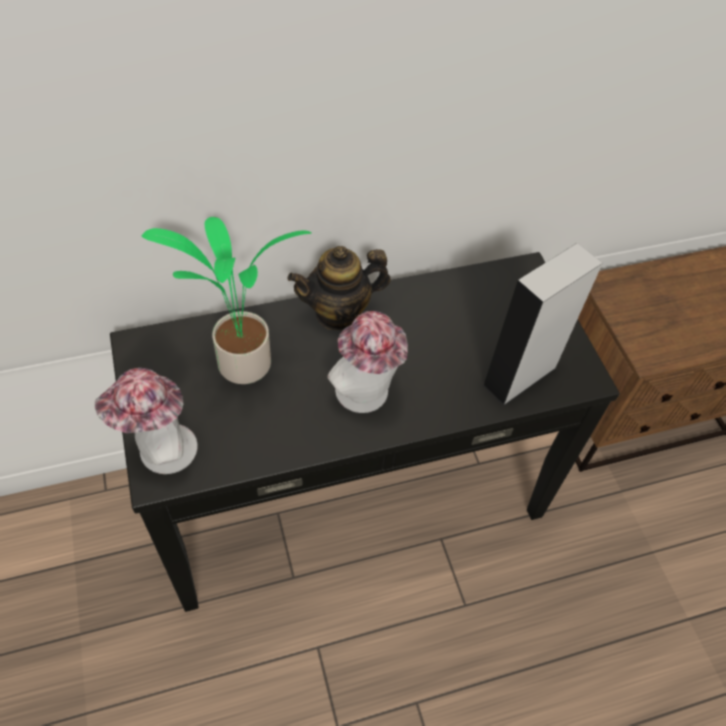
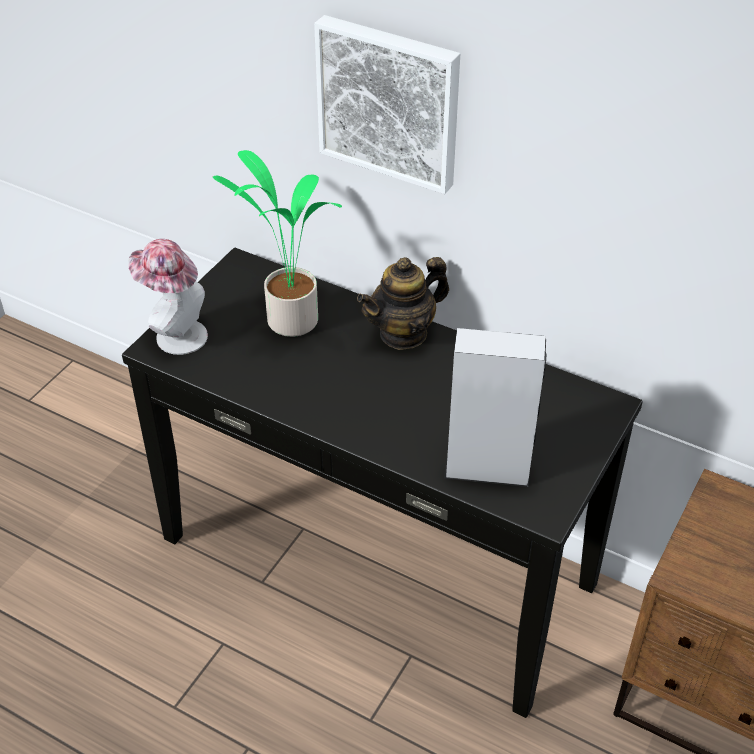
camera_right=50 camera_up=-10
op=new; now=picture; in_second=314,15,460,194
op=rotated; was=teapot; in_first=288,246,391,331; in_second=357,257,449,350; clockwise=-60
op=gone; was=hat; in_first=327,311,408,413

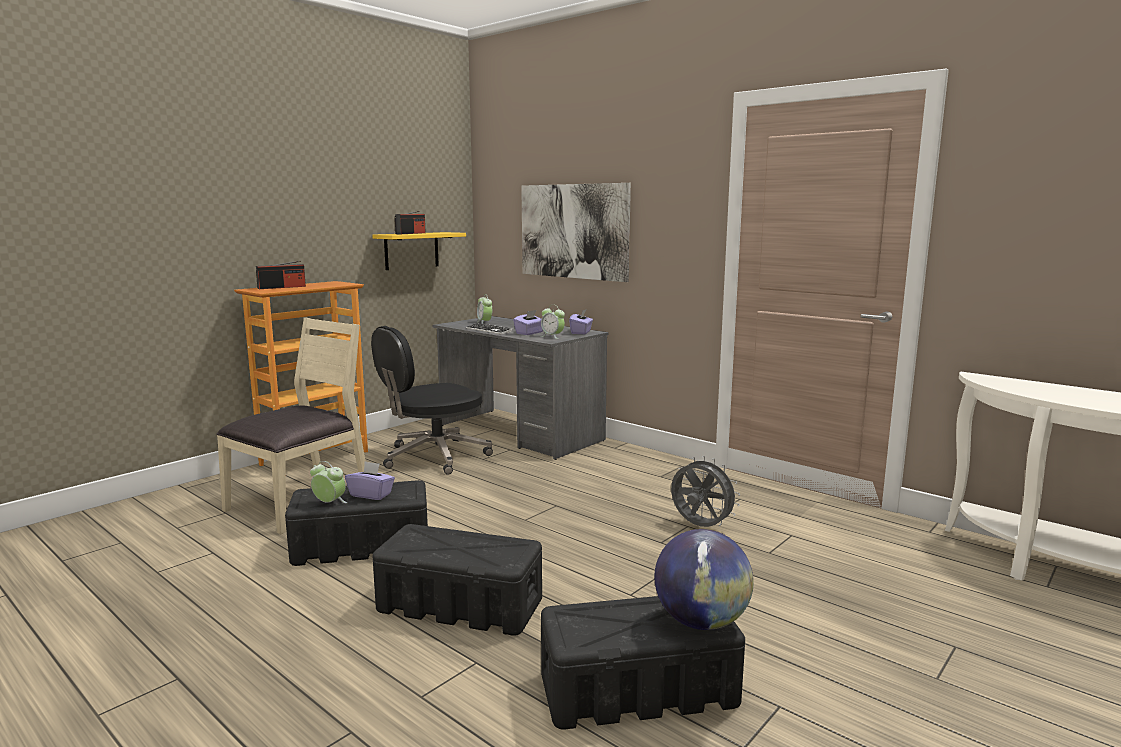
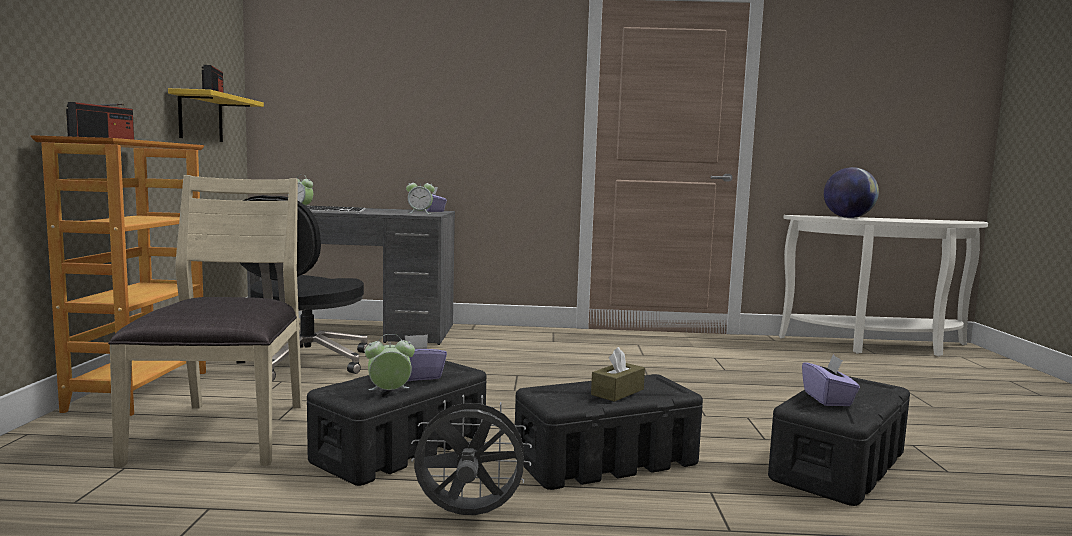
camera_right=-40 camera_up=-5
op=shifted; was=cooling fan in grey; in_first=671,456,740,527; in_second=411,394,532,515
op=new; now=tissue box in brown; in_second=591,347,645,402
op=shifted; was=tissue box in purple-coloured; in_first=513,310,543,335; in_second=802,355,860,406
op=shifted; was=desk globe; in_first=654,529,754,630; in_second=824,167,879,218
op=gone; was=picture; in_first=521,183,631,282

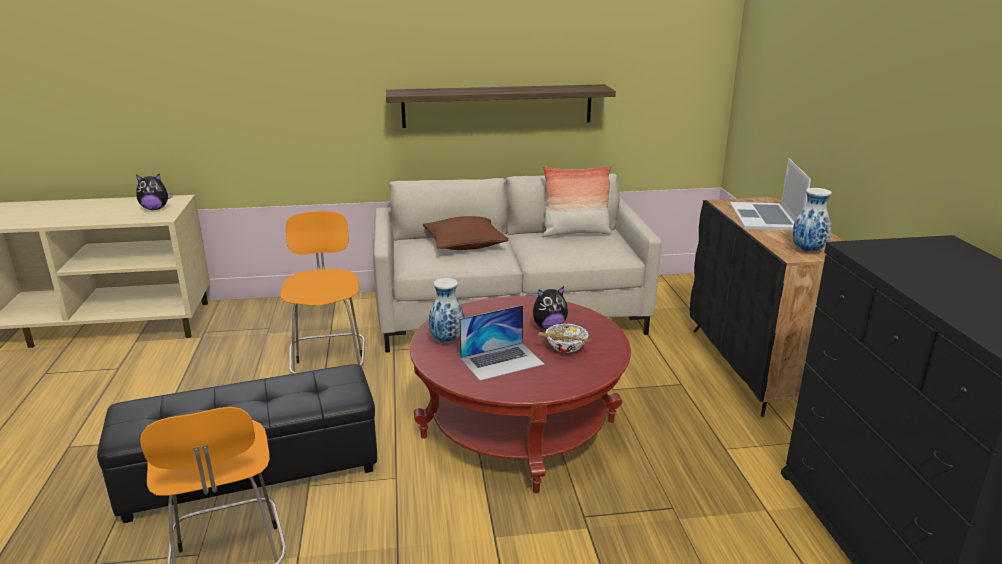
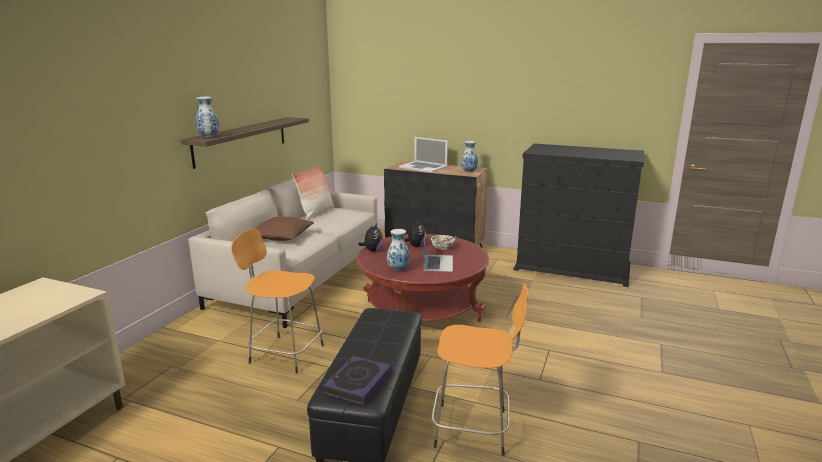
camera_right=-60 camera_up=-5
op=new; now=vase; in_second=196,97,219,137
op=new; now=volume; in_second=323,356,391,406
op=shifted; was=cuddly toy; in_first=136,174,172,210; in_second=358,223,383,252

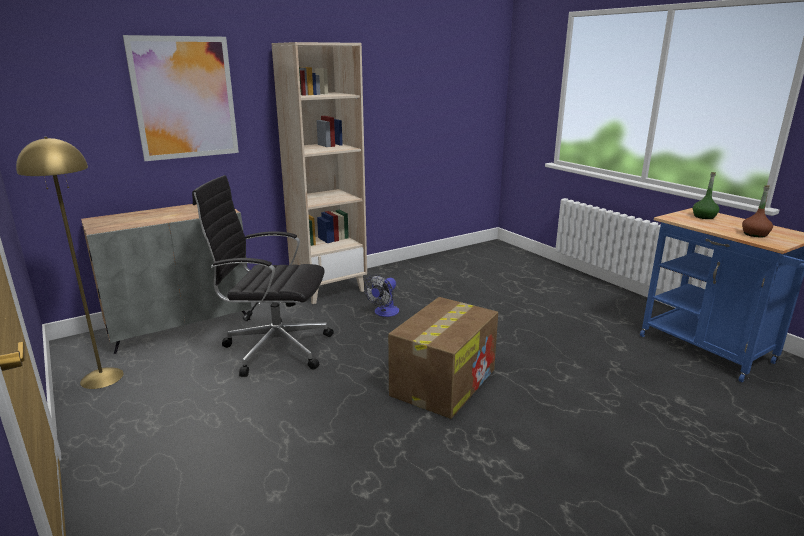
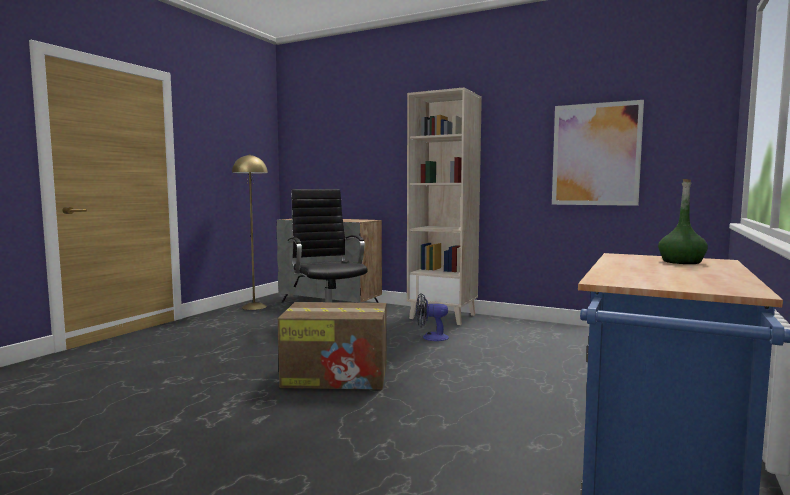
camera_right=60 camera_up=-15
op=shifted; was=picture; in_first=123,35,239,161; in_second=552,100,644,206
op=gone; was=bottle in brown; in_first=742,185,773,237

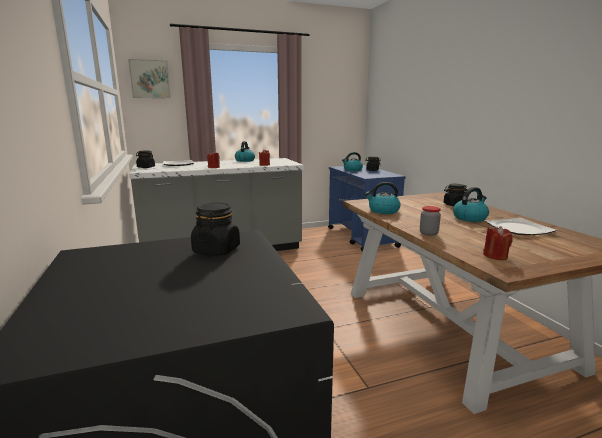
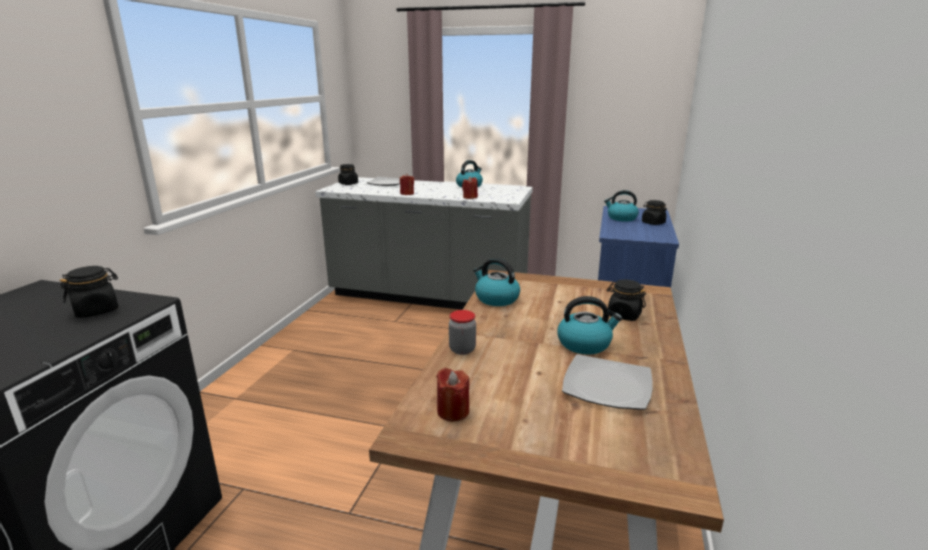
camera_right=35 camera_up=5
op=gone; was=picture; in_first=128,59,171,98

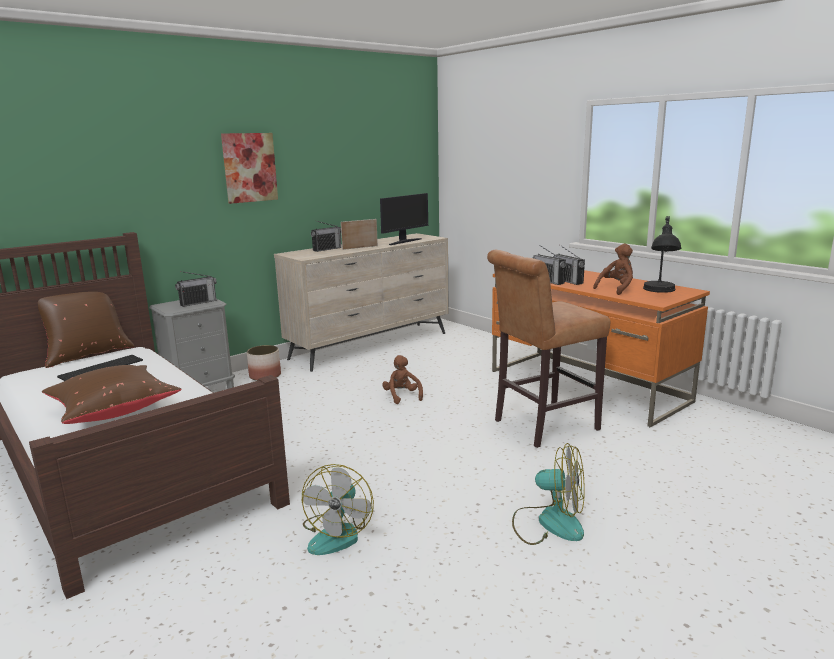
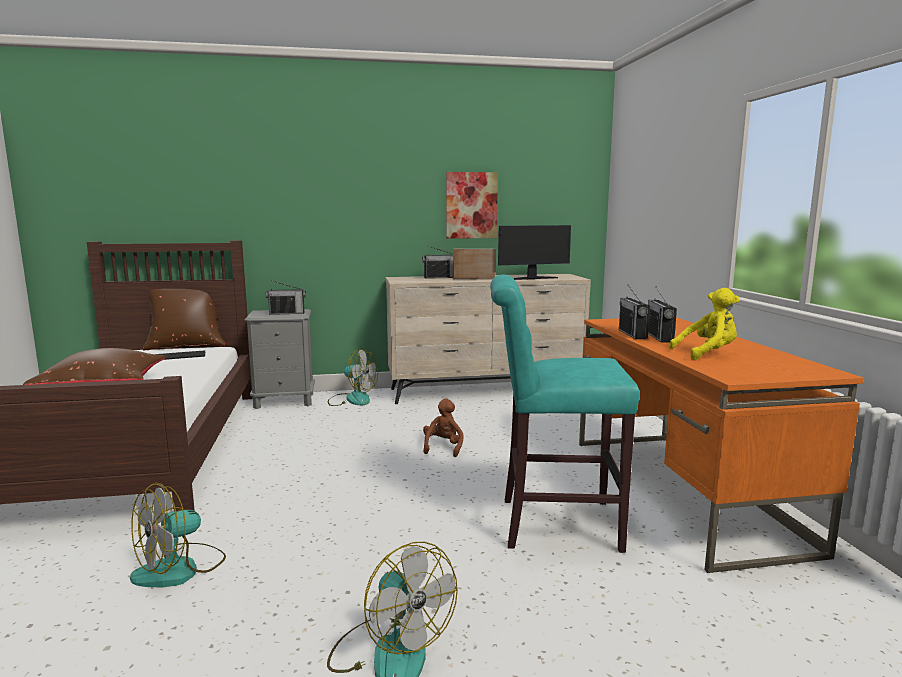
camera_right=30 camera_up=-5
op=swapped; was=planter; now=cooling fan; in_first=247,345,281,381; in_second=328,348,378,406
op=shifted; was=picture; in_first=221,133,278,204; in_second=446,172,498,239
op=repainted; was=sitting stool in brown; now=sitting stool in turquoise; in_first=487,250,611,448; in_second=490,275,640,553
op=repainted; was=cuddly toy in brown; now=cuddly toy in yellow; in_first=593,244,633,295; in_second=669,288,740,361
op=gone; was=tabletop lamp in blackish; in_first=643,216,681,293

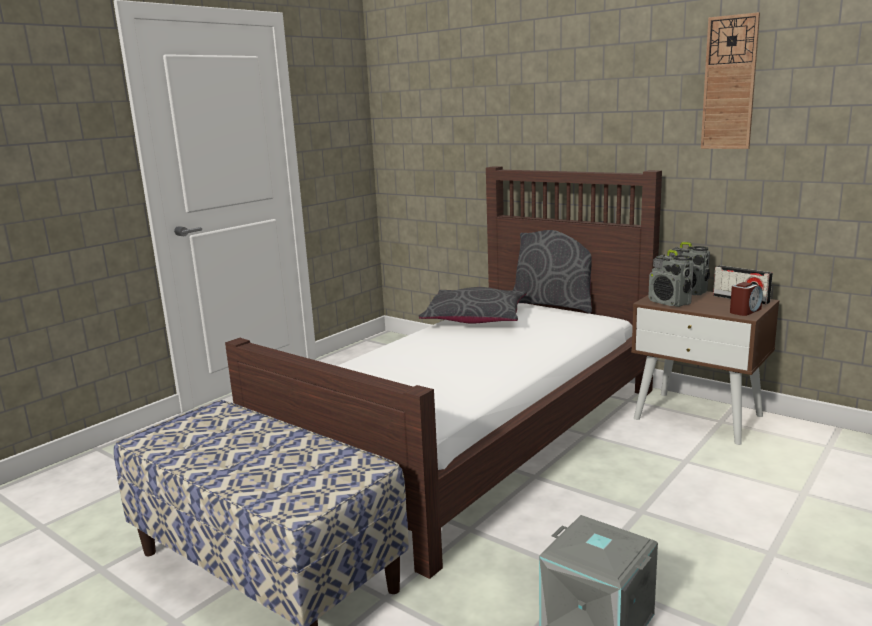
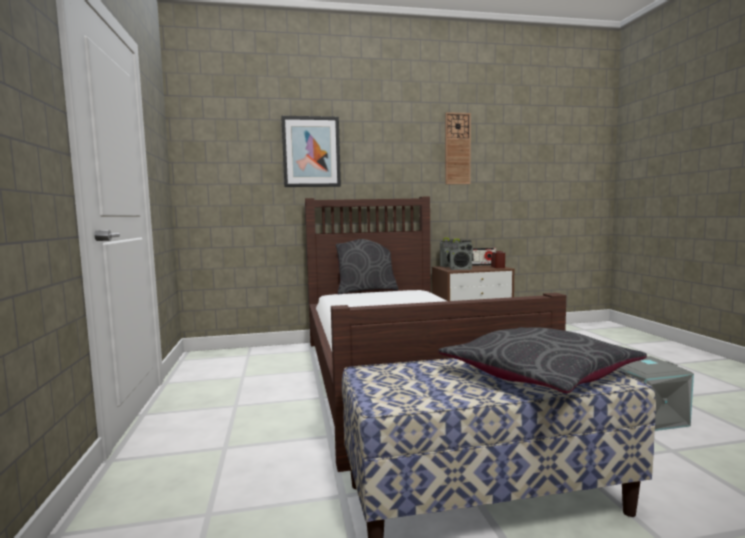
camera_right=-50 camera_up=-10
op=new; now=picture; in_second=281,116,341,187
op=shifted; was=cushion in grey; in_first=419,287,527,323; in_second=438,327,647,393

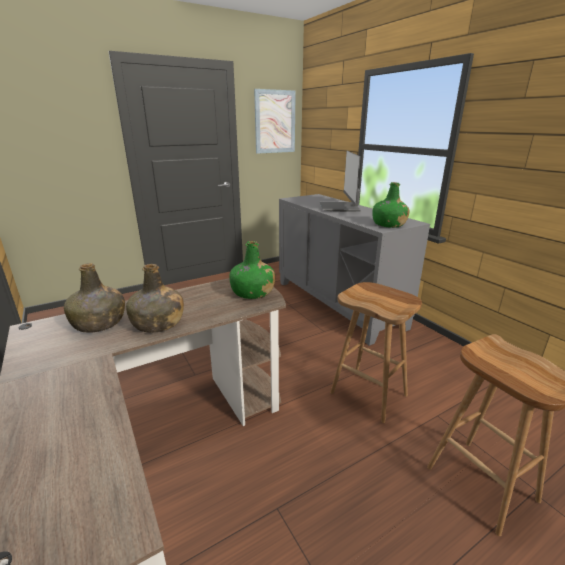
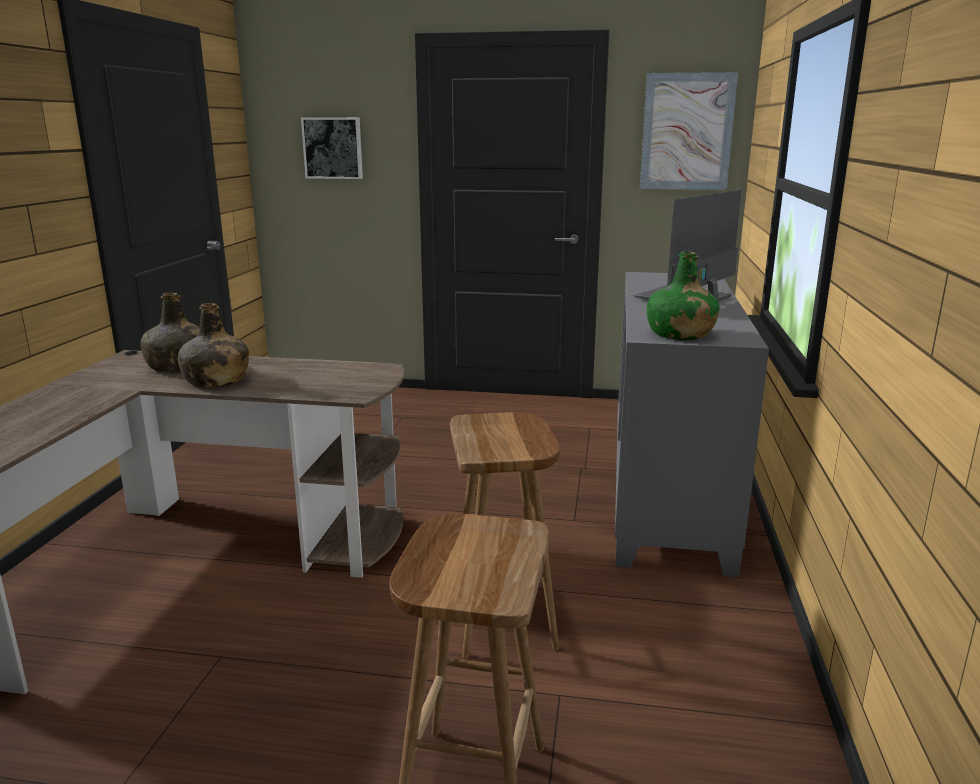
camera_right=40 camera_up=-5
op=new; now=picture; in_second=301,117,363,179
op=gone; was=bottle in green; in_first=229,241,275,299

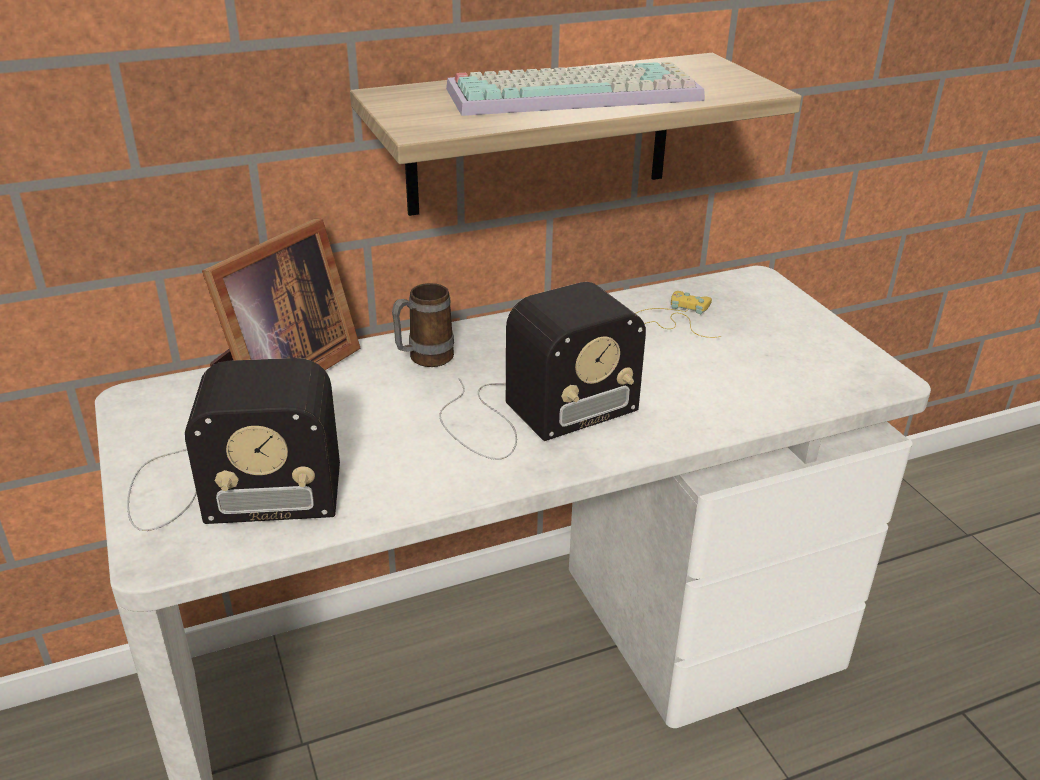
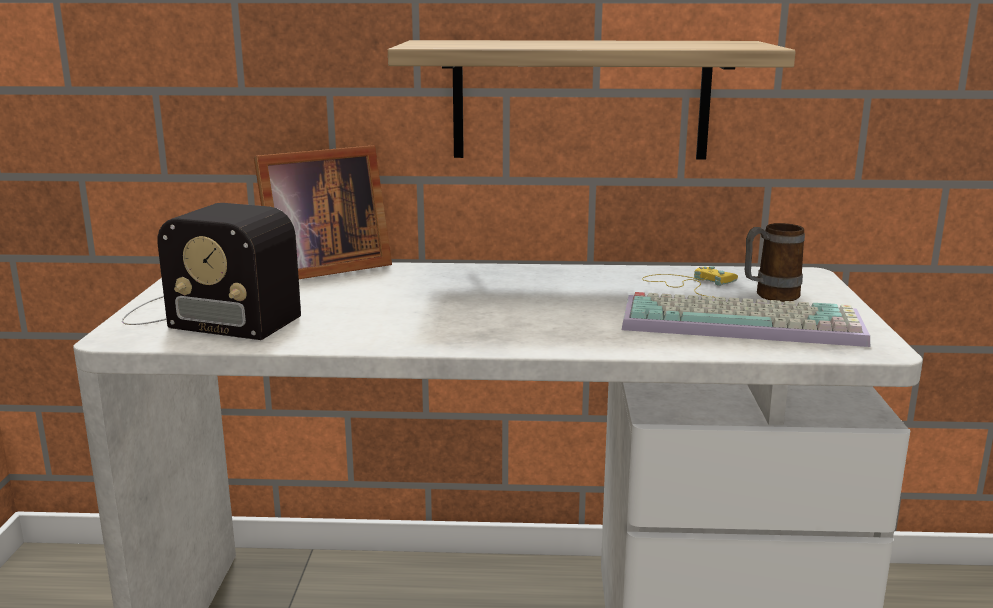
camera_right=25 camera_up=-15
op=shifted; was=keyboard; in_first=446,62,705,116; in_second=622,292,870,347
op=shifted; was=tea mug; in_first=392,283,454,367; in_second=745,223,805,302
op=gone; was=radio set; in_first=439,282,646,460

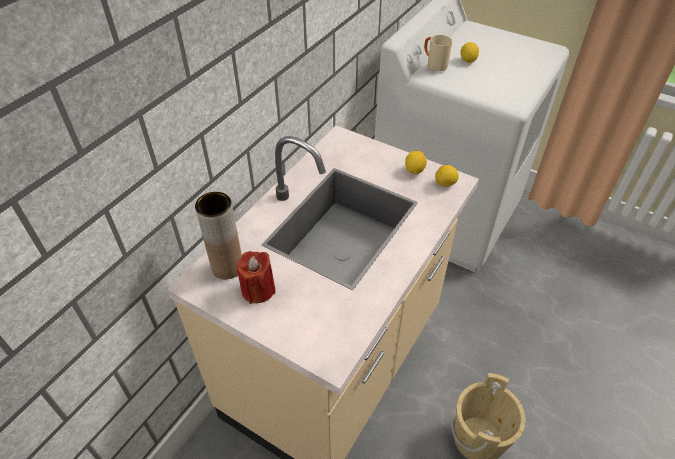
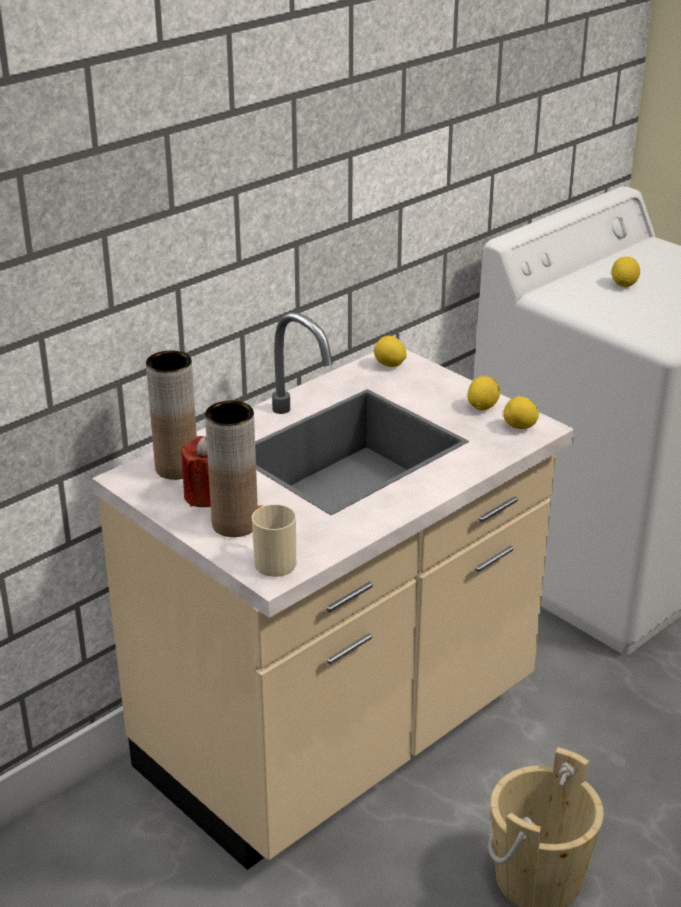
camera_right=15 camera_up=-15
op=new; now=vase in brown; in_second=205,401,258,537
op=shifted; was=tea mug in beige-coloured; in_first=424,35,452,71; in_second=252,504,296,577
op=new; now=lemon; in_second=374,336,407,367

